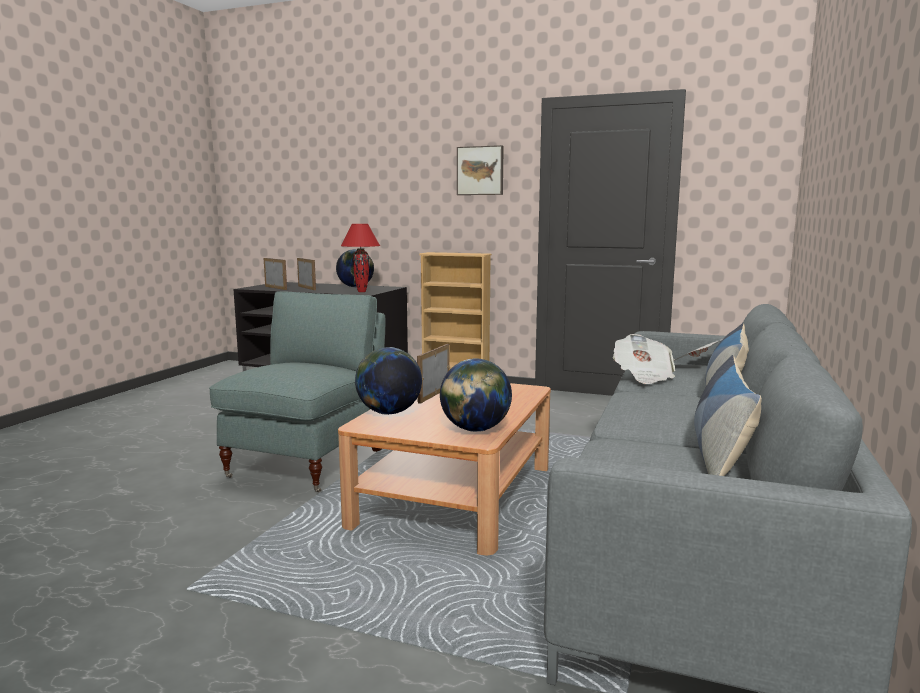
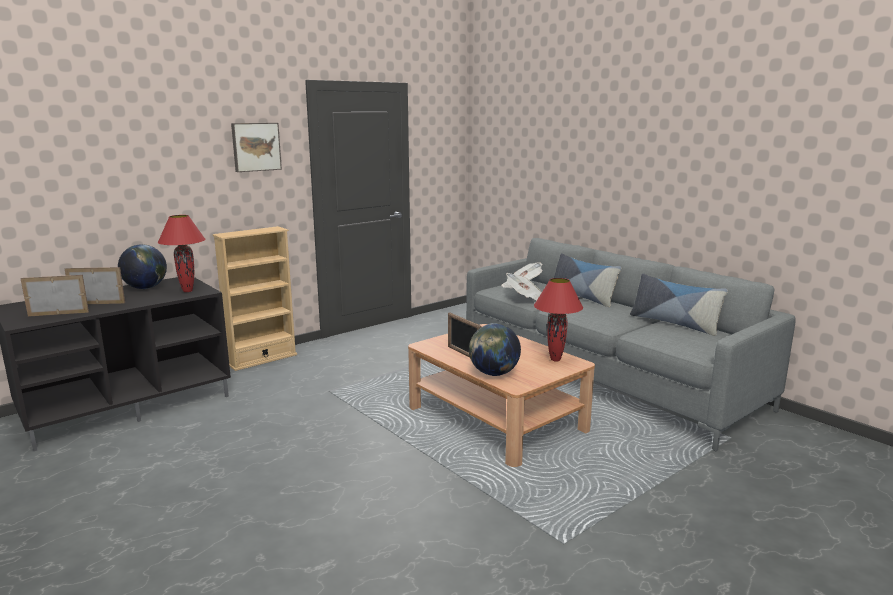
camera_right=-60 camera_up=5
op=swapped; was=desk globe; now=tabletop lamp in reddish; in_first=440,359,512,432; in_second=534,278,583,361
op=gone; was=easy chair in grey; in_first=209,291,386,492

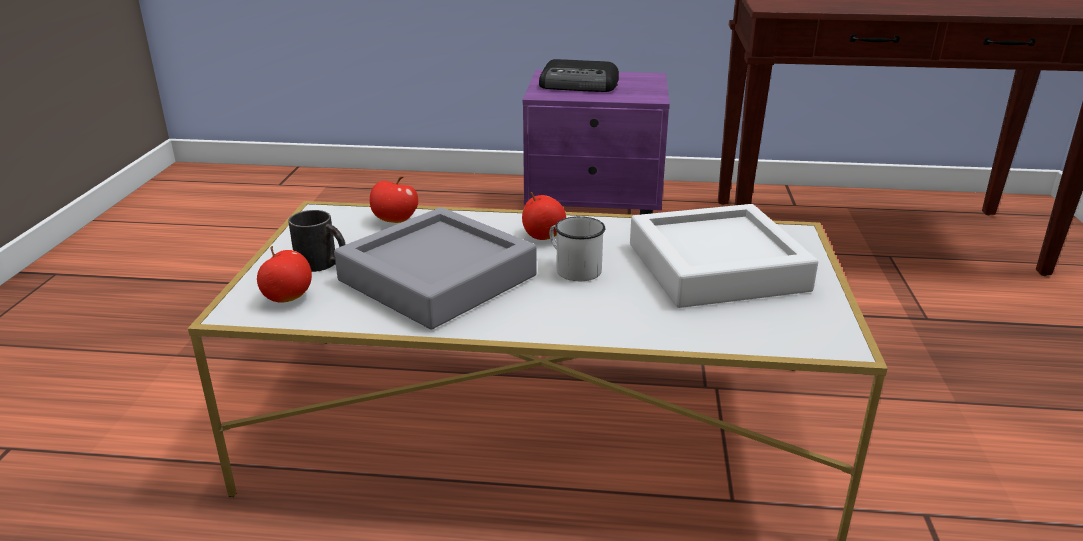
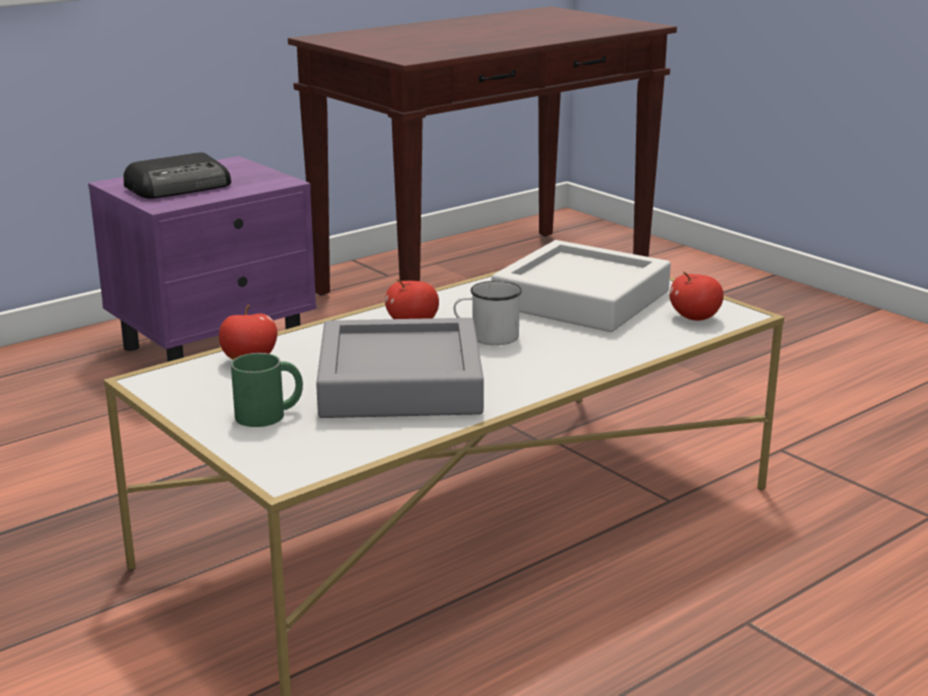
camera_right=-45 camera_up=-5
op=repainted; was=tea mug in blackish; now=tea mug in green; in_first=288,210,346,272; in_second=231,353,303,427
op=shifted; was=apple fruit; in_first=257,246,312,303; in_second=669,272,724,321

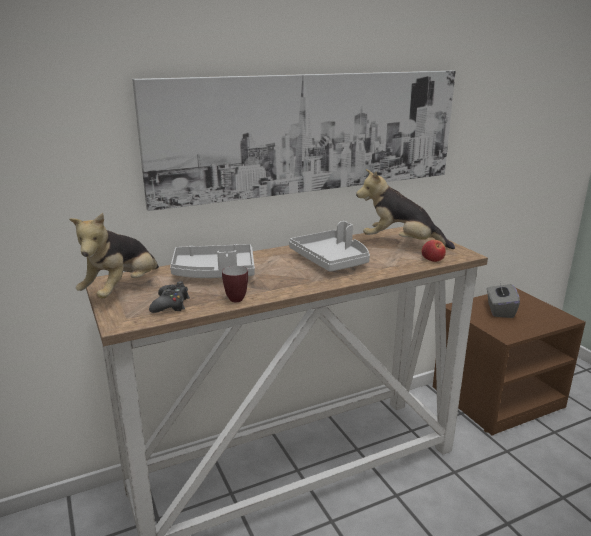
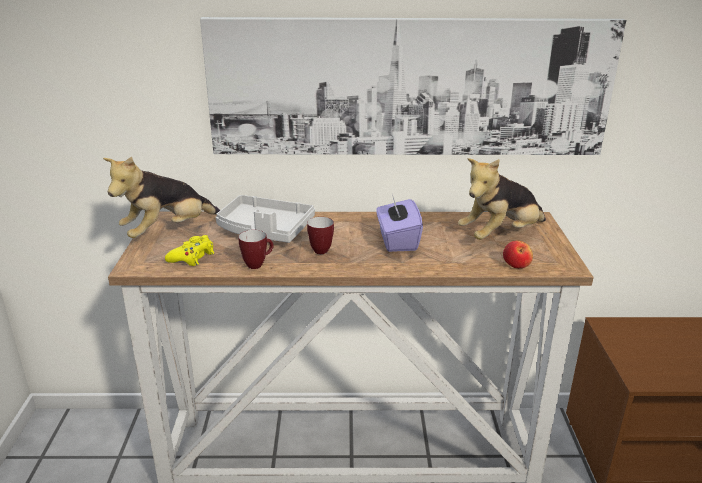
camera_right=25 camera_up=5
op=repainted; was=joypad in blackish; now=joypad in yellow; in_first=149,281,190,313; in_second=165,235,214,266
op=new; now=tea mug; in_second=307,217,334,254
op=swapped; was=serving tray in grey; now=tissue box in purple-coloured; in_first=289,221,370,272; in_second=376,194,423,252
op=rotated; was=cuddly toy; in_first=356,169,455,249; in_second=458,158,546,240; clockwise=-75
op=gone; was=tissue box in grey; in_first=487,279,520,318

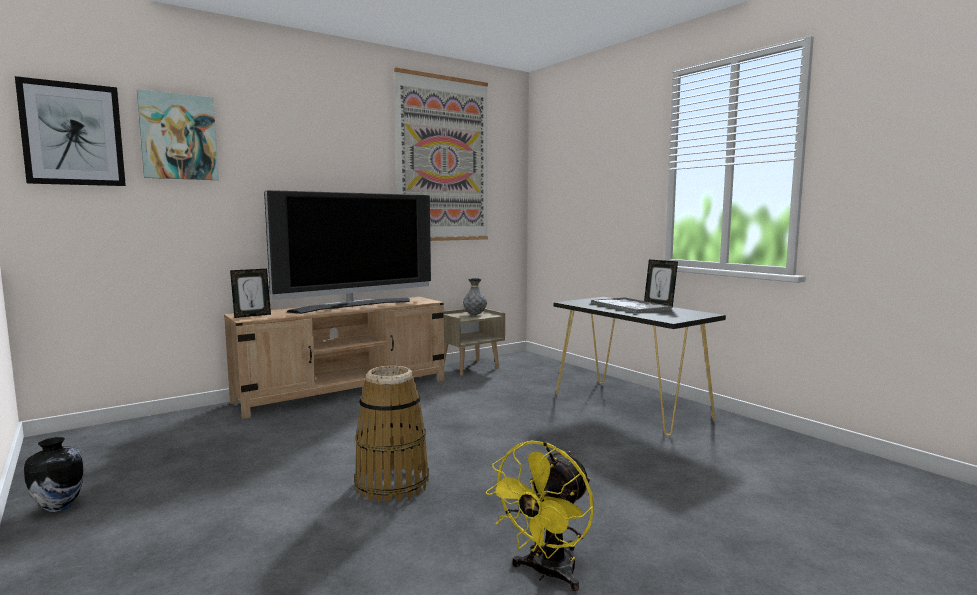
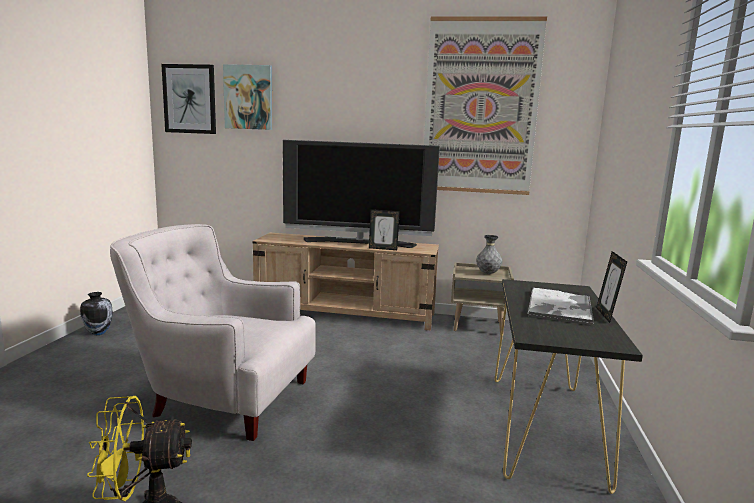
camera_right=45 camera_up=5
op=swapped; was=household basket; now=easy chair in white; in_first=354,366,429,503; in_second=110,224,316,441
op=shifted; was=photo frame; in_first=230,269,271,318; in_second=369,209,400,250

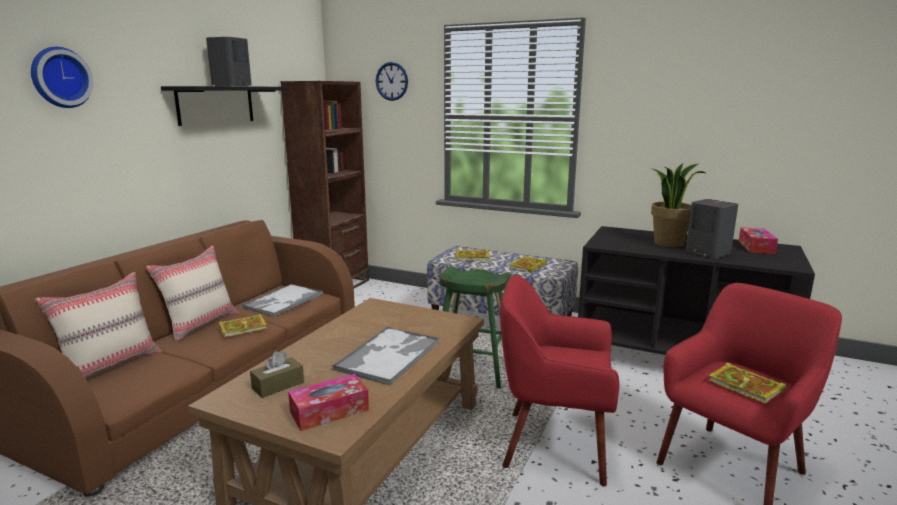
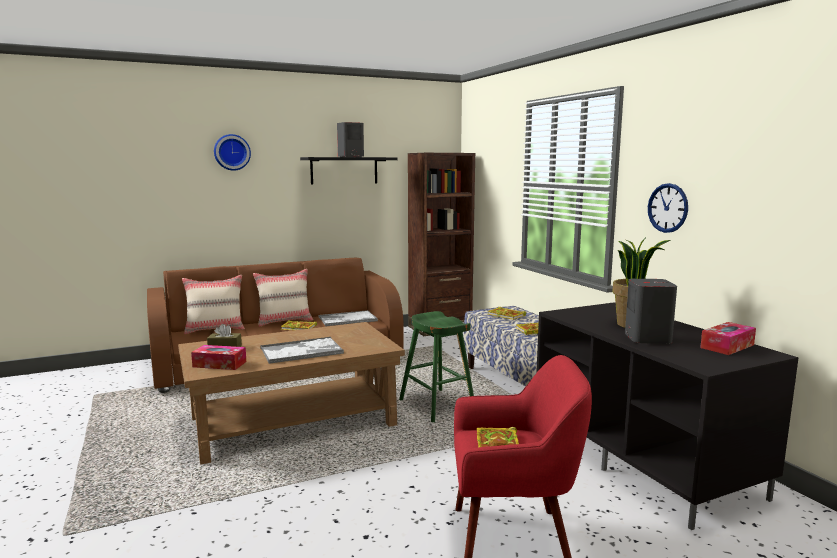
camera_right=40 camera_up=-5
op=shifted; was=hanging clock; in_first=376,62,408,101; in_second=648,183,688,233
op=gone; was=easy chair in reddish; in_first=500,275,619,486

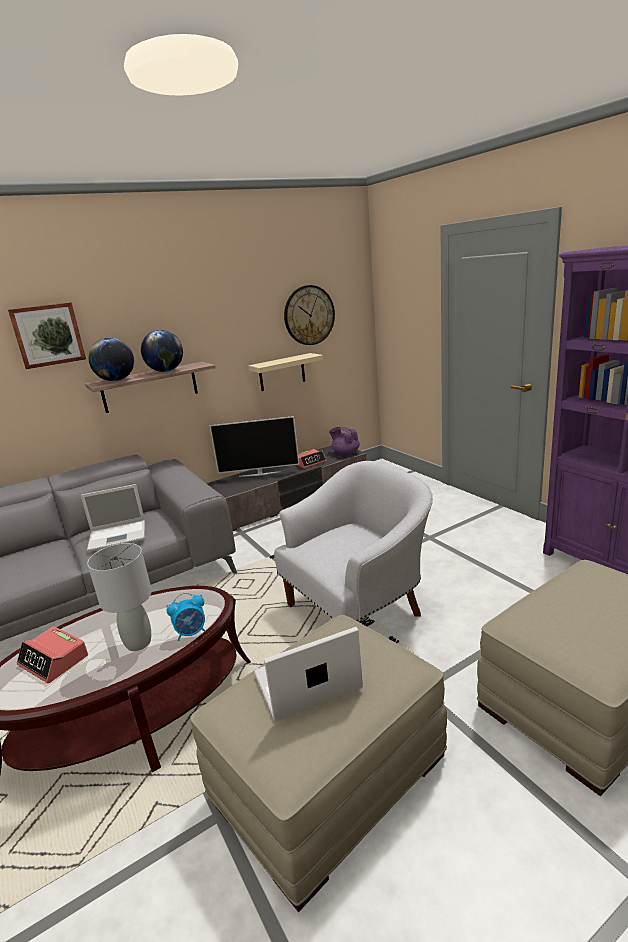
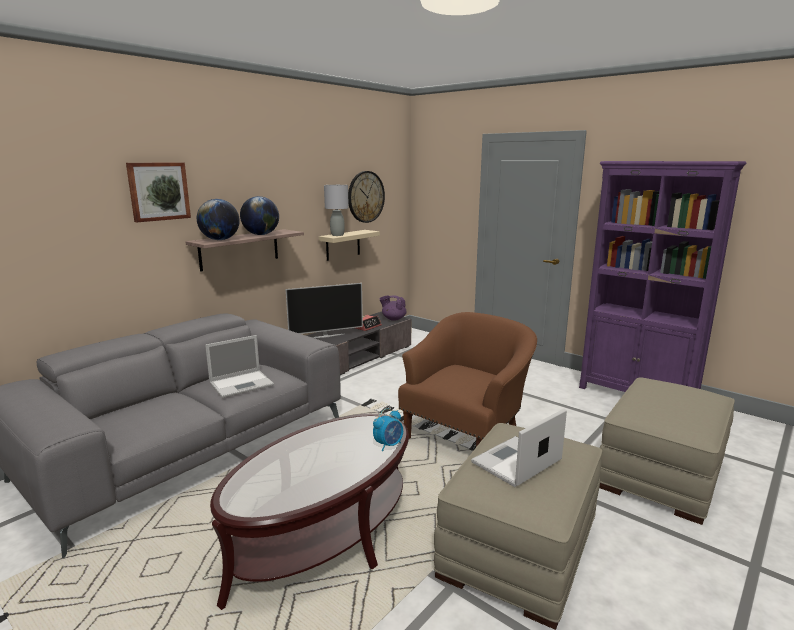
camera_right=-20 camera_up=-5
op=shifted; was=tabletop lamp in grey; in_first=87,543,152,651; in_second=324,185,349,236
op=repainted; was=easy chair in white; now=easy chair in brown; in_first=274,461,433,622; in_second=398,312,537,447
op=gone; was=alarm clock; in_first=17,626,88,683

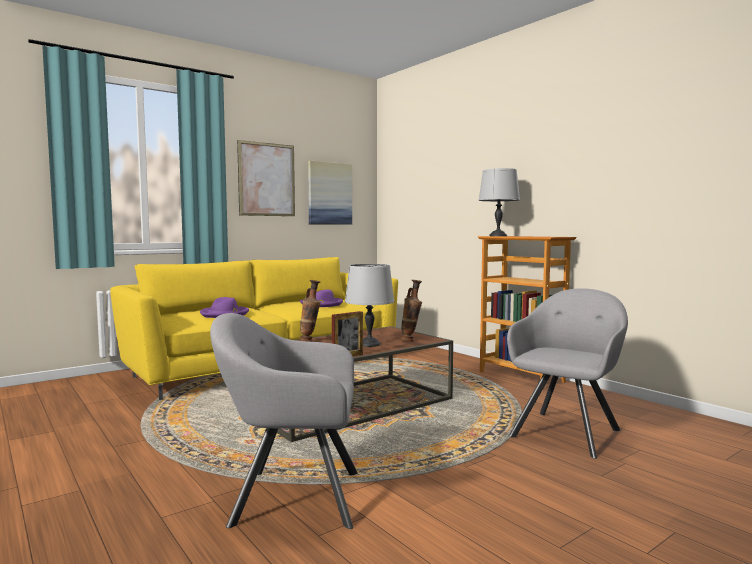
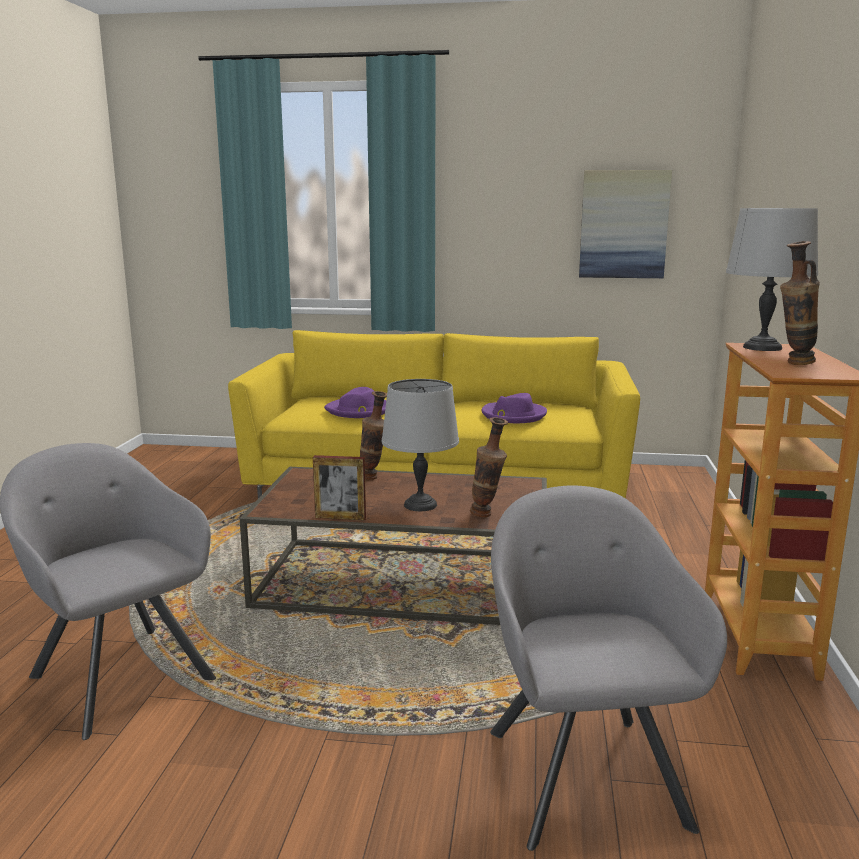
camera_right=45 camera_up=10
op=rotated; was=easy chair in grey; in_first=507,288,628,459; in_second=490,486,727,851; clockwise=-90
op=new; now=vase; in_second=780,241,820,365
op=gone; was=picture; in_first=237,140,295,216

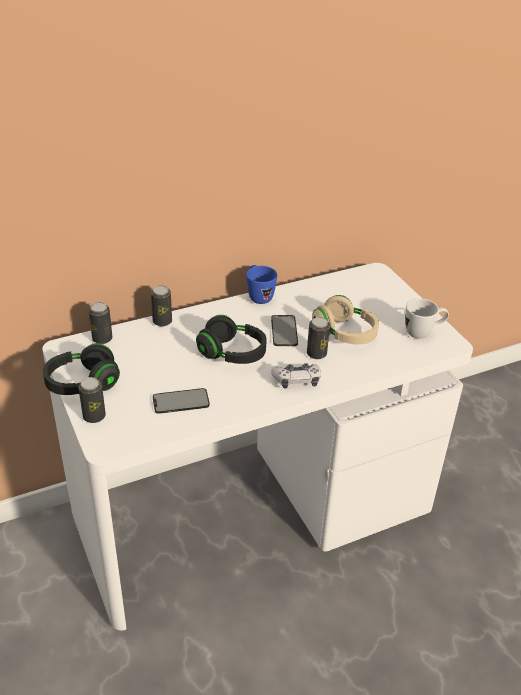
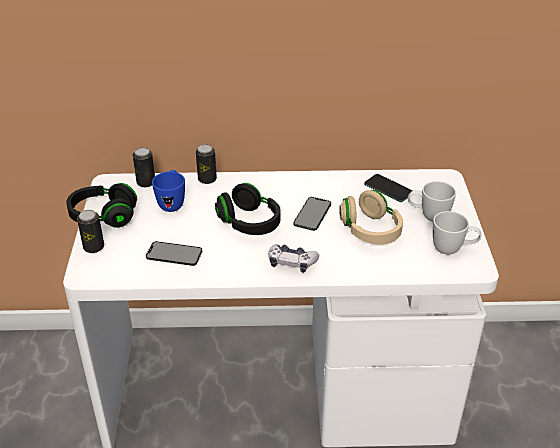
camera_right=25 camera_up=0
op=shifted; was=tea mug in bluish; in_first=246,265,277,304; in_second=152,170,185,212
op=new; now=telephone; in_second=364,174,413,202
op=new; now=tea mug in white; in_second=408,181,456,222
op=gone; was=metal can; in_first=307,317,330,359

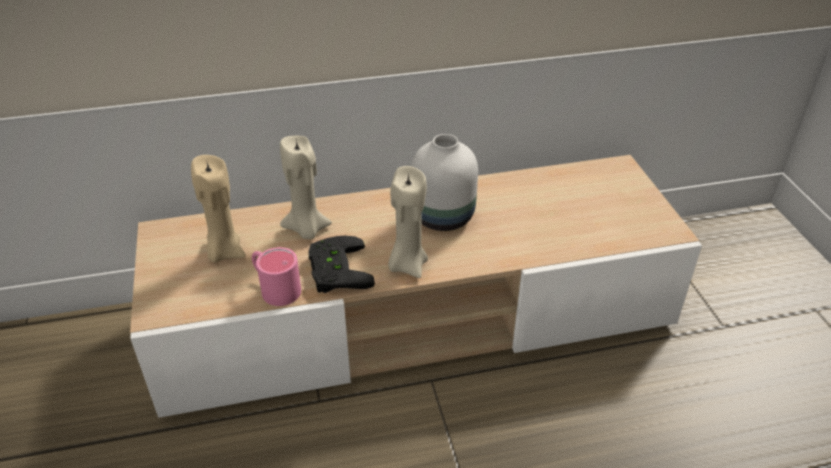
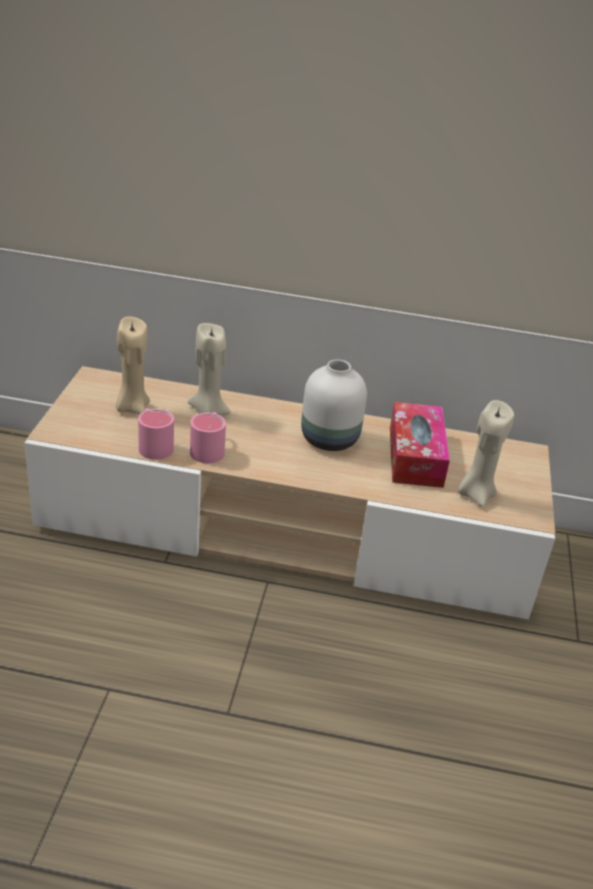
camera_right=20 camera_up=-5
op=swapped; was=joypad in blackish; now=tea mug in pink; in_first=308,236,375,293; in_second=190,412,226,463
op=new; now=tissue box; in_second=390,402,450,488
op=shifted; was=wax candle in beige-coloured; in_first=388,166,428,278; in_second=458,400,514,507

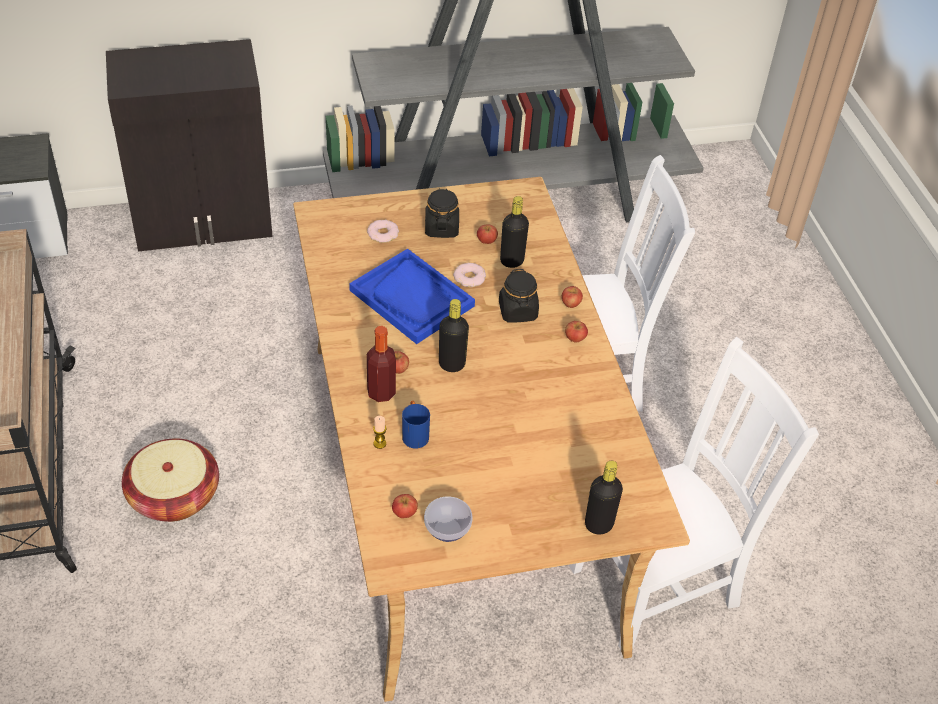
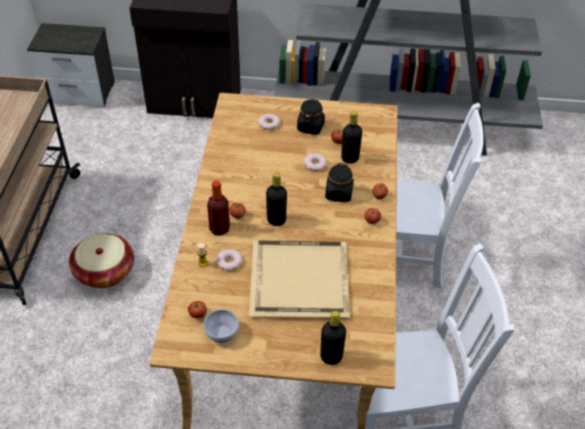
camera_right=20 camera_up=0
op=swapped; was=tea mug in bluish; now=ring doughnut; in_first=402,401,430,448; in_second=216,249,242,271
op=new; now=serving tray in beige-coloured; in_second=249,240,350,318
op=gone; was=serving tray in bluish; in_first=349,249,475,344

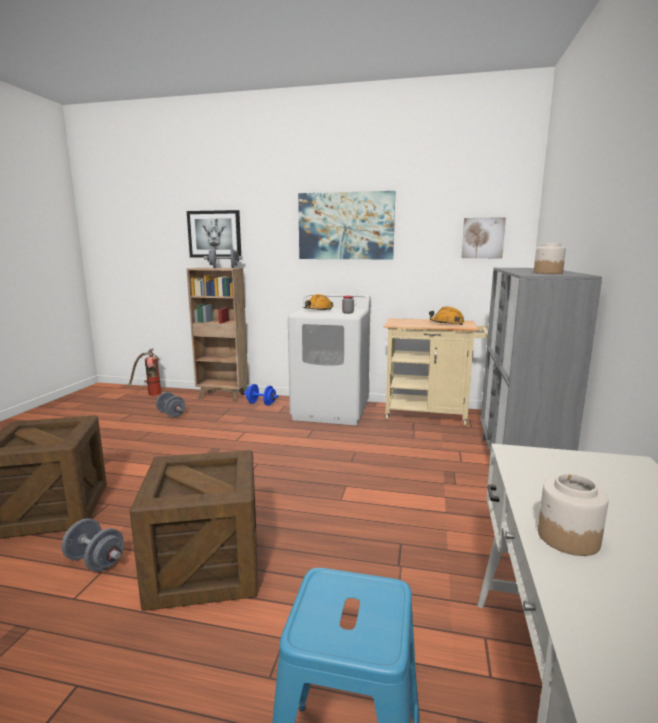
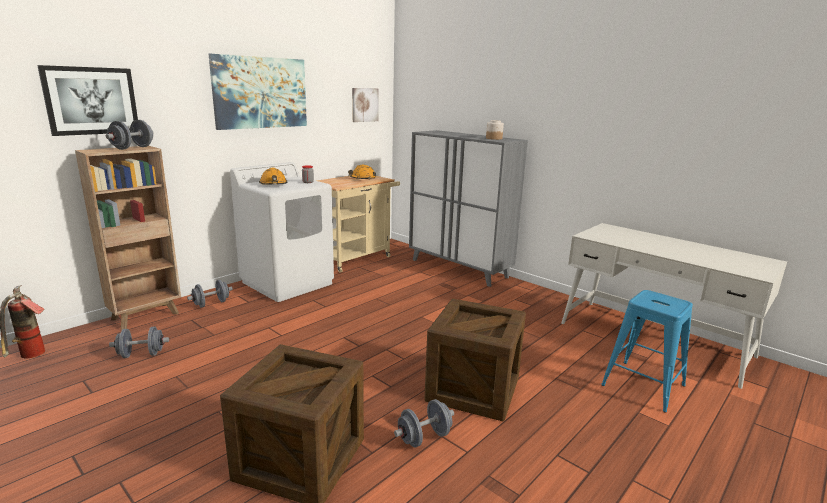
camera_right=-60 camera_up=5
op=repainted; was=dumbbell in bluish; now=dumbbell in grey; in_first=244,384,278,406; in_second=187,280,233,308
op=gone; was=jar; in_first=538,474,609,556

